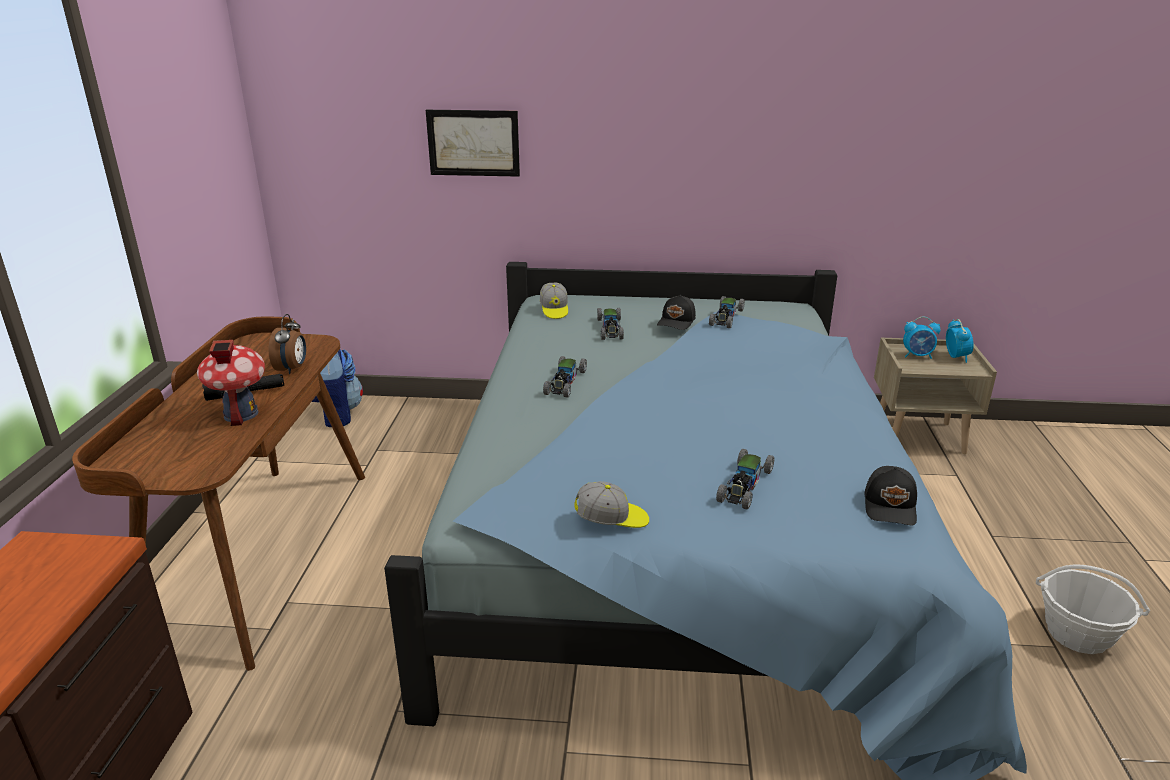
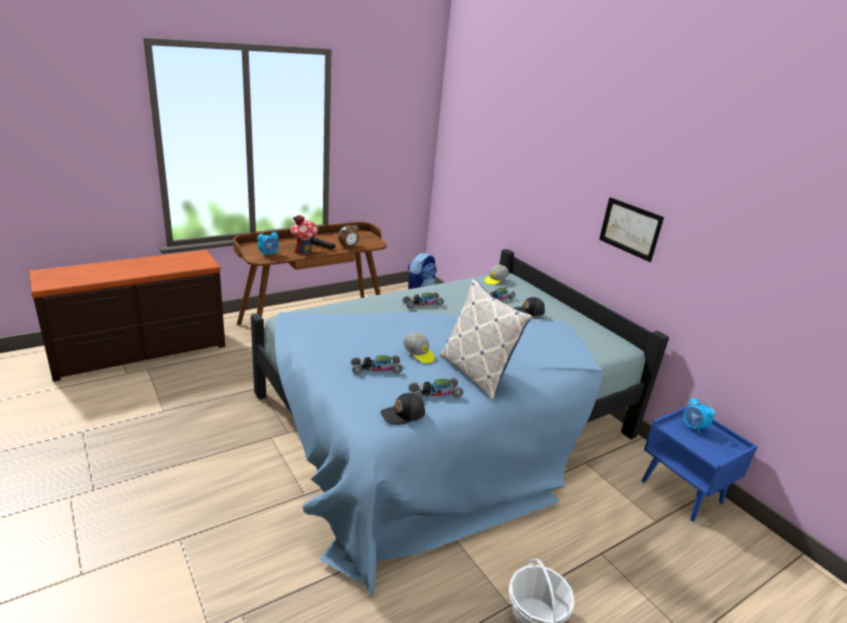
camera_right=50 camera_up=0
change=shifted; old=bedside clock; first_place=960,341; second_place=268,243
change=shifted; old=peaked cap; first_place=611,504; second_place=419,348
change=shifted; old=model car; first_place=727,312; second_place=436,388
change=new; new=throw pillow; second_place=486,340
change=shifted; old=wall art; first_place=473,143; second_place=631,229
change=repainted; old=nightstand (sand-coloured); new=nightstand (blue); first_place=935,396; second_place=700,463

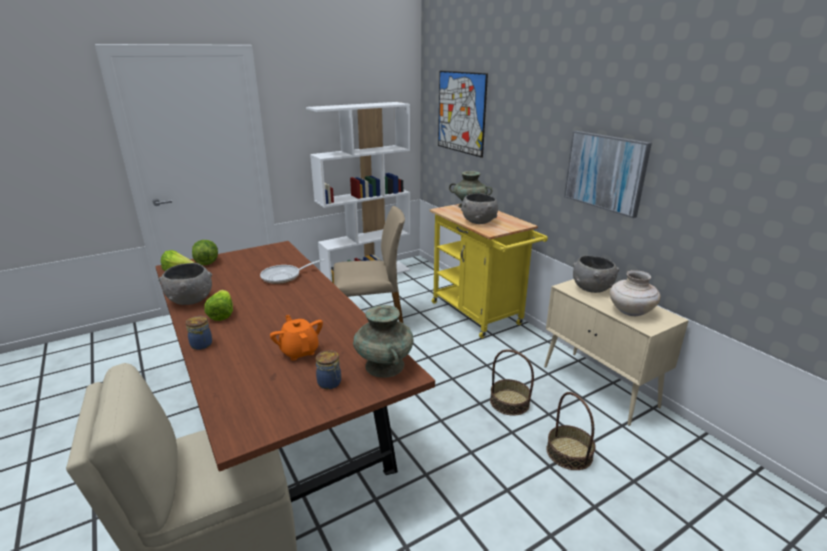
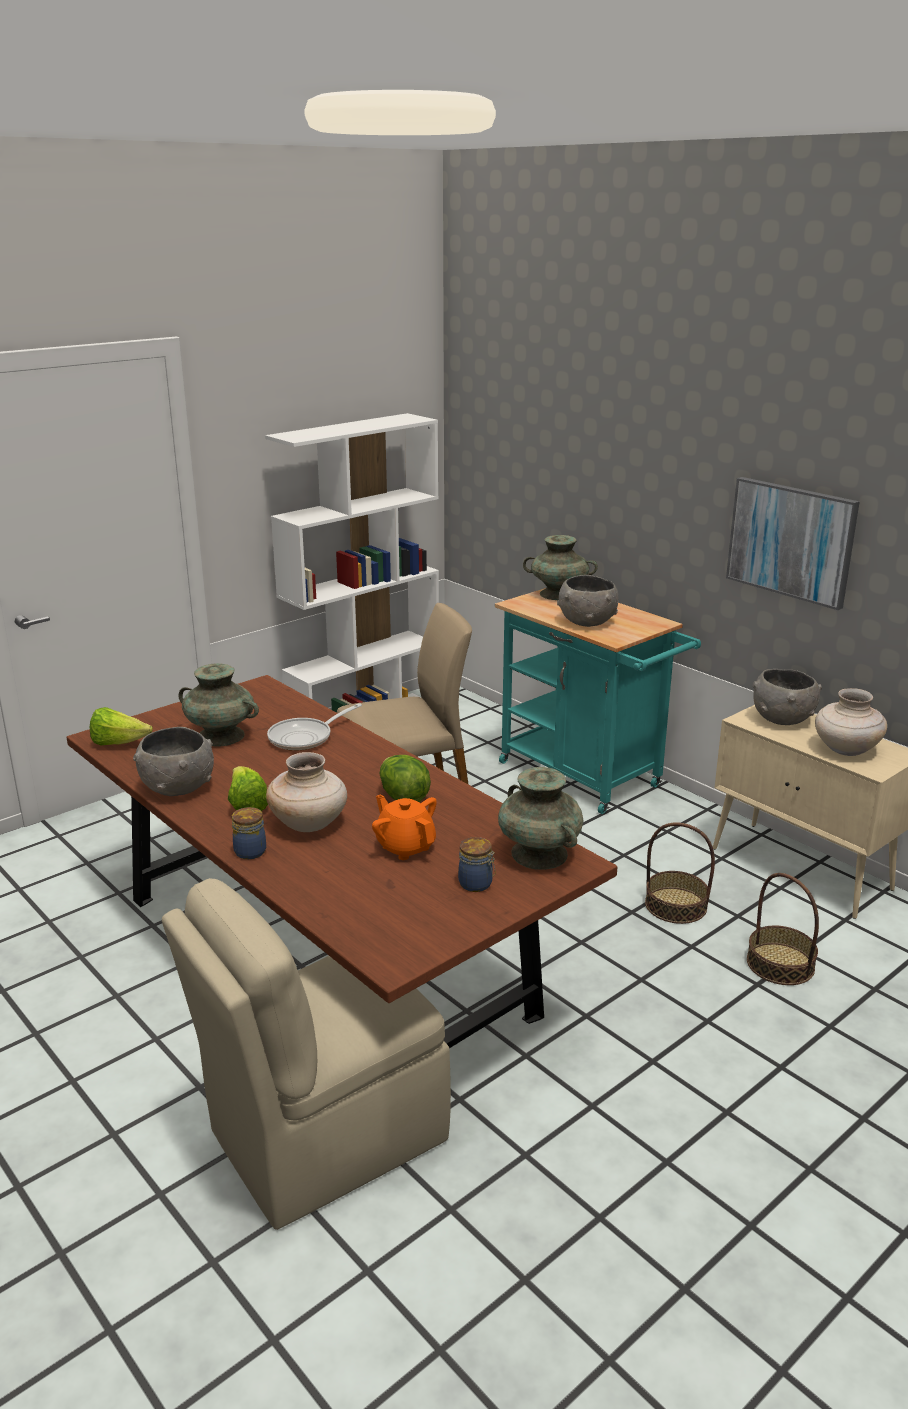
camera_right=-10 camera_up=0
change=new; new=vase (turquoise); second_place=219,704
change=new; new=vase (sand-coloured); second_place=306,792
change=shifted; old=head of lettuce; first_place=205,252; second_place=405,778
change=repainted; old=wheeled cart (yellowish); new=wheeled cart (turquoise); first_place=489,271; second_place=598,701
change=gone; old=wall art; first_place=463,114

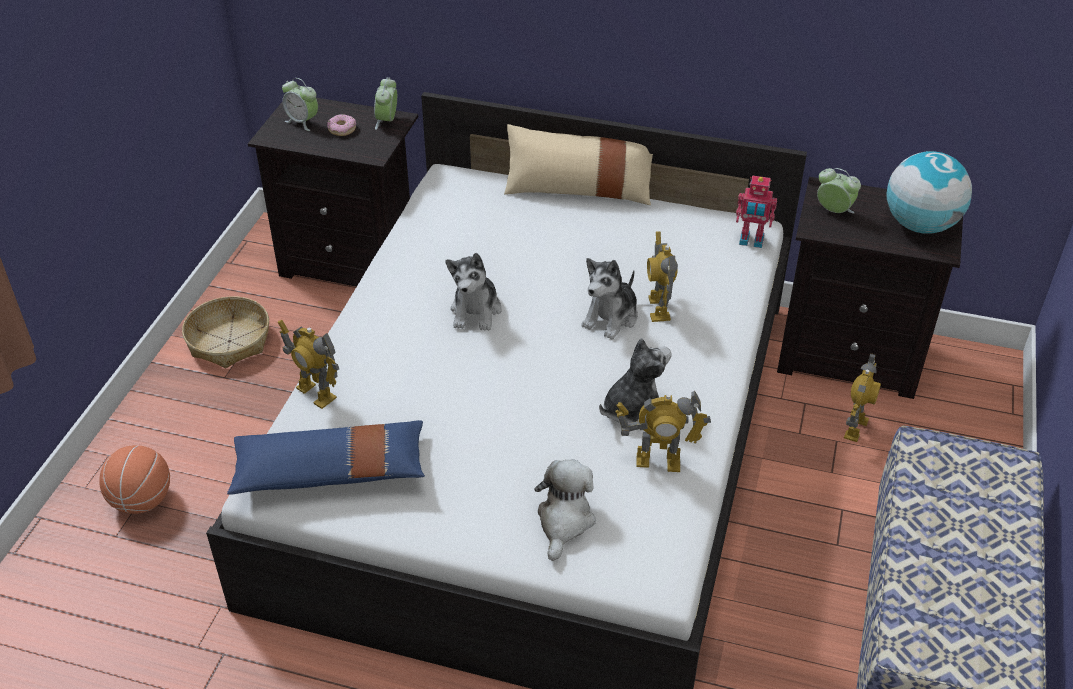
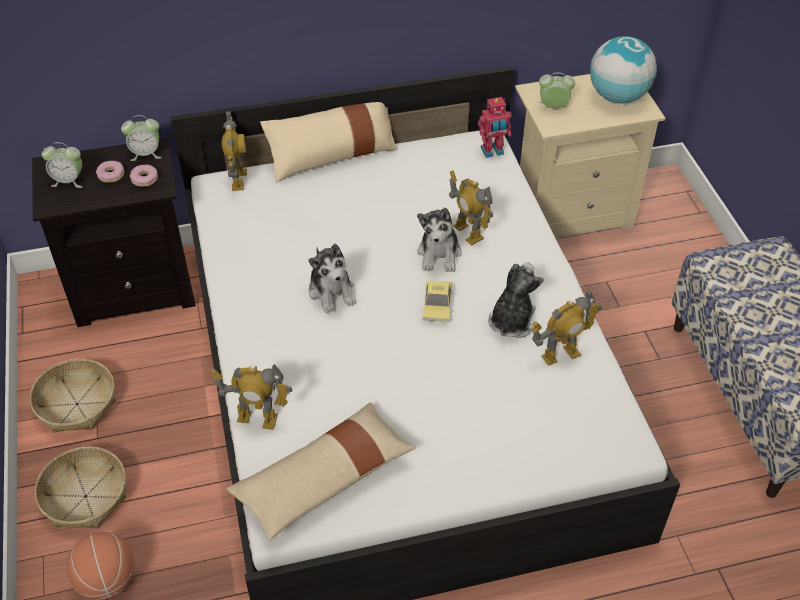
camera_right=-30 camera_up=5
change=new; new=basket; second_place=80,487
change=rotated; old=bedside clock; first_place=385,103; second_place=141,138; degrees=-75
change=new; new=donut; second_place=144,176
change=shifted; old=robot figure; first_place=862,397; second_place=234,151
change=repainted; old=throw pillow (blue); new=throw pillow (sand-coloured); first_place=326,457; second_place=321,472
change=new; new=model car; second_place=437,301
change=repainted; old=nightstand (black); new=nightstand (sand-coloured); first_place=870,288; second_place=590,156
change=gone; old=plush toy; first_place=565,510

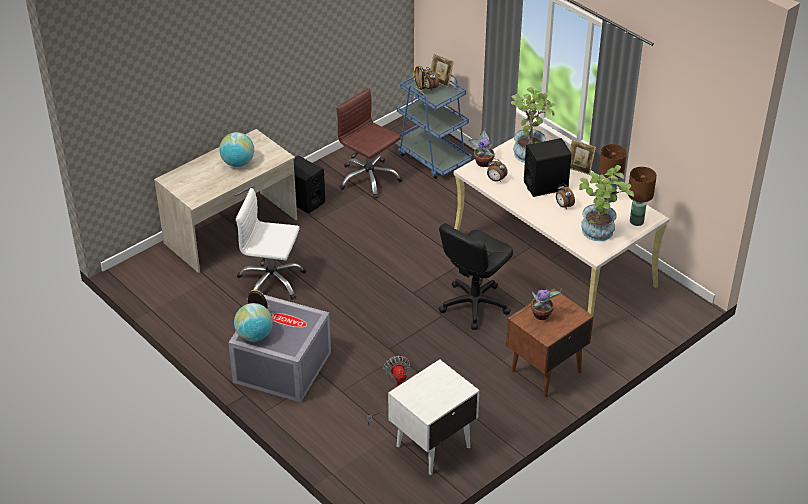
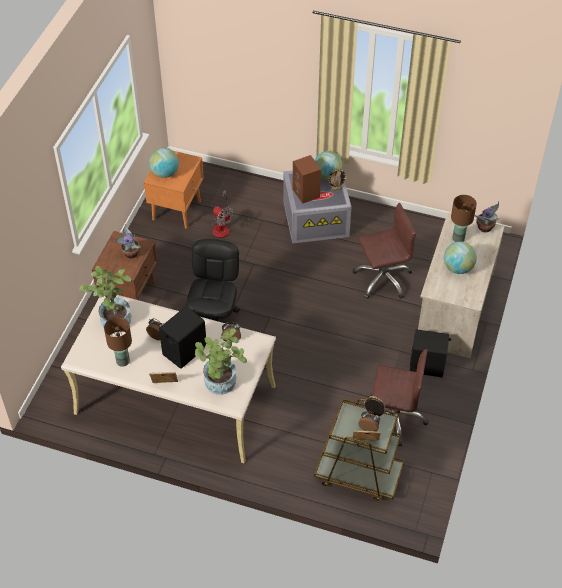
camera_right=150 camera_up=10
change=repainted; old=nightstand (whitish); new=nightstand (orange); first_place=433,417; second_place=174,189
change=new; new=desk globe; second_place=164,163
change=new; new=speaker (brown); second_place=307,179
change=repainted; old=wheeled cart (blue); new=wheeled cart (brown); first_place=433,123; second_place=359,449
change=repainted; old=computer chair (whitish); new=computer chair (brown); first_place=271,244; second_place=384,251
change=shifted; old=table lamp (brown); first_place=642,196; second_place=464,218
change=shifted; old=potted plant; first_place=482,147; second_place=487,217

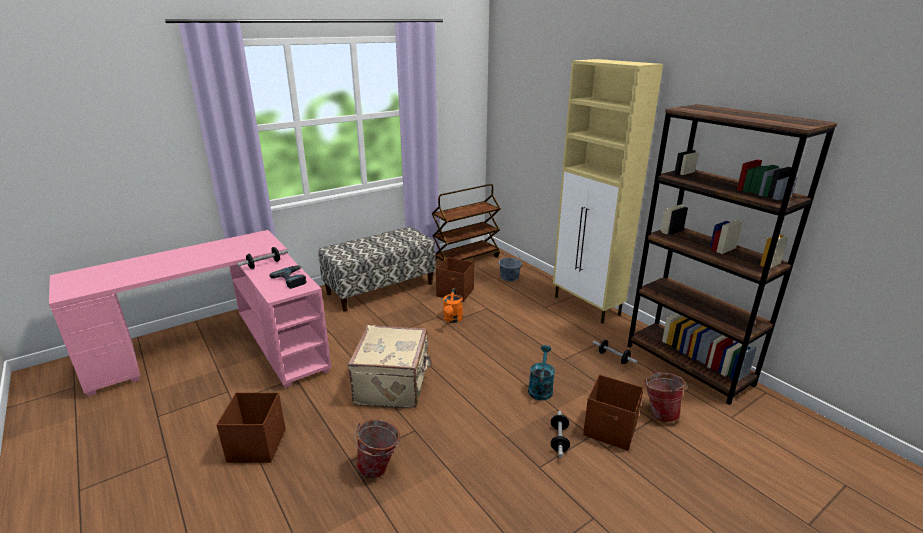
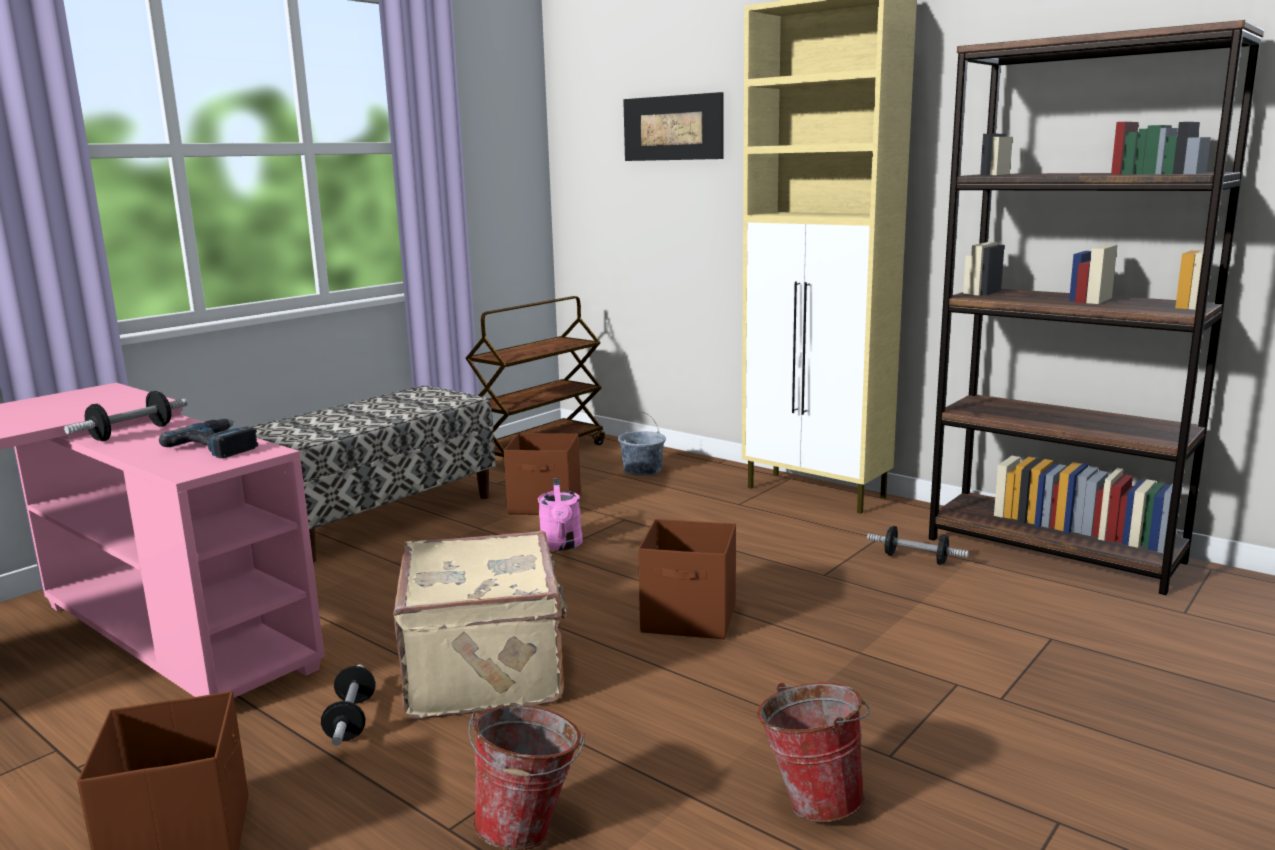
camera_right=-15 camera_up=-10
change=shifted; old=dumbbell; first_place=560,434; second_place=348,705
change=repainted; old=watering can (orange); new=watering can (pink); first_place=453,305; second_place=560,514
change=new; new=wall art; second_place=673,126
change=shifted; old=storage bin (brown); first_place=613,412; second_place=687,579
change=shifted; old=bucket; first_place=666,396; second_place=813,752
change=gone; old=watering can (turquoise); first_place=541,373

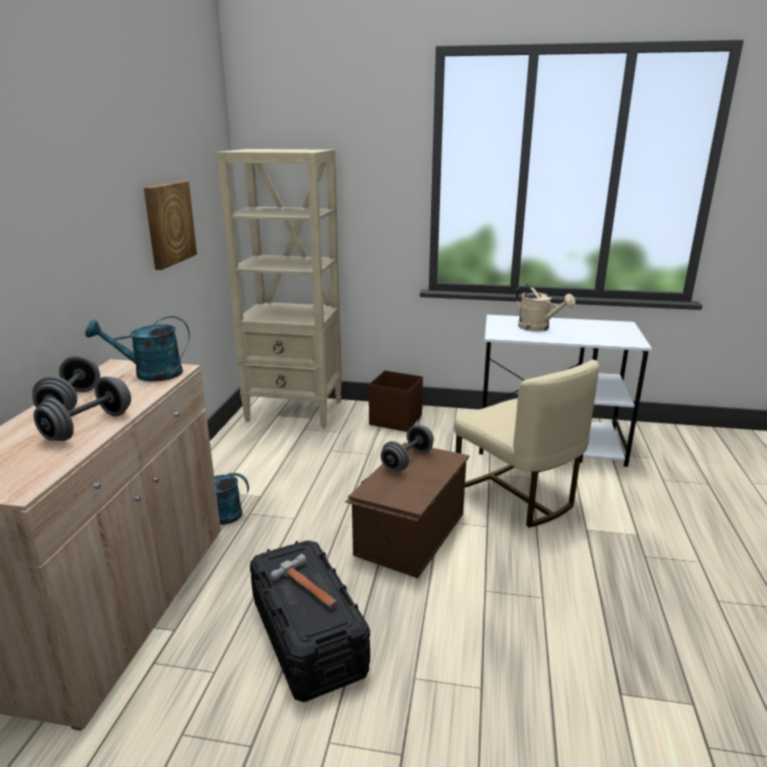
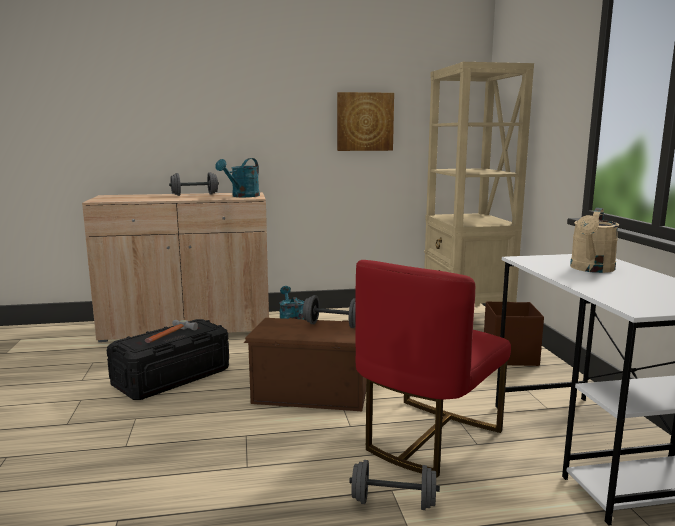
camera_right=70 camera_up=-10
change=rotated; old=watering can (turquoise); first_place=137,349; second_place=237,177; degrees=-120
change=shifted; old=dumbbell (greyish); first_place=82,408; second_place=394,485
change=repainted; old=chair (sand-coloured); new=chair (reddish); first_place=526,444; second_place=433,369

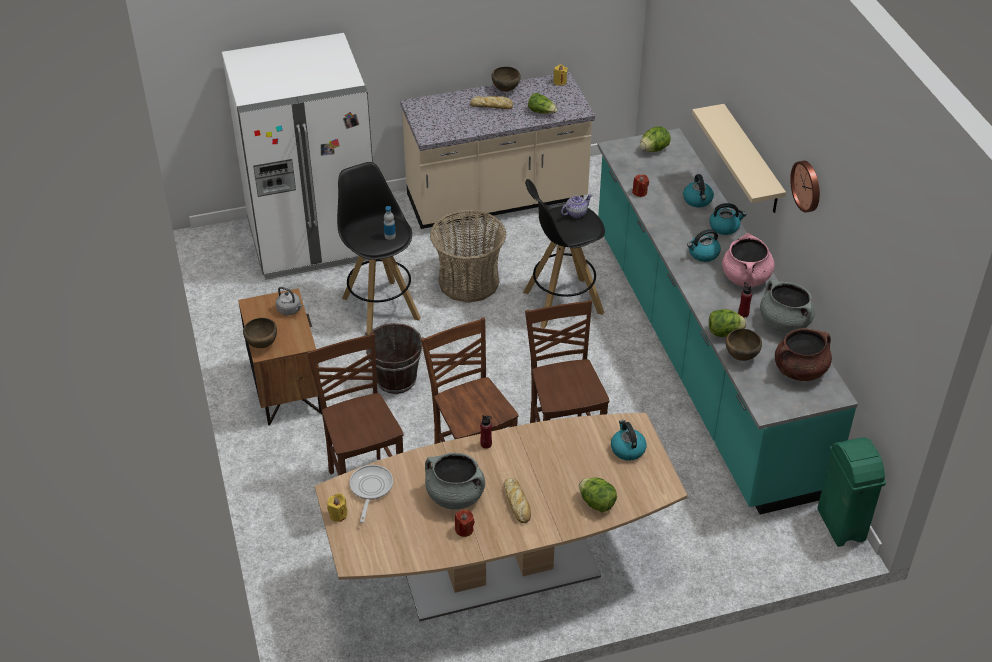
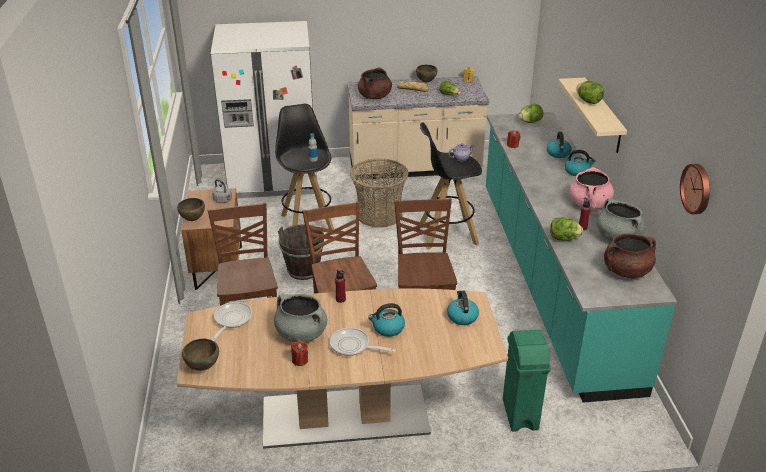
camera_right=10 camera_up=-10
change=shifted; old=deep dish (brown); first_place=743,345; second_place=200,355
change=swapped; old=baked bread; new=frying pan; first_place=517,500; second_place=363,342
change=new; new=cooking pot (brown); second_place=375,83
change=shifted; old=tea kettle; first_place=704,245; second_place=386,320
change=shifted; old=waste bin (green-coloured); first_place=852,492; second_place=527,381
change=shifted; old=head of lettuce; first_place=598,494; second_place=590,92
change=shifted; old=clock on the wall; first_place=805,187; second_place=695,189
change=gone; old=candle (yellowish); first_place=337,507

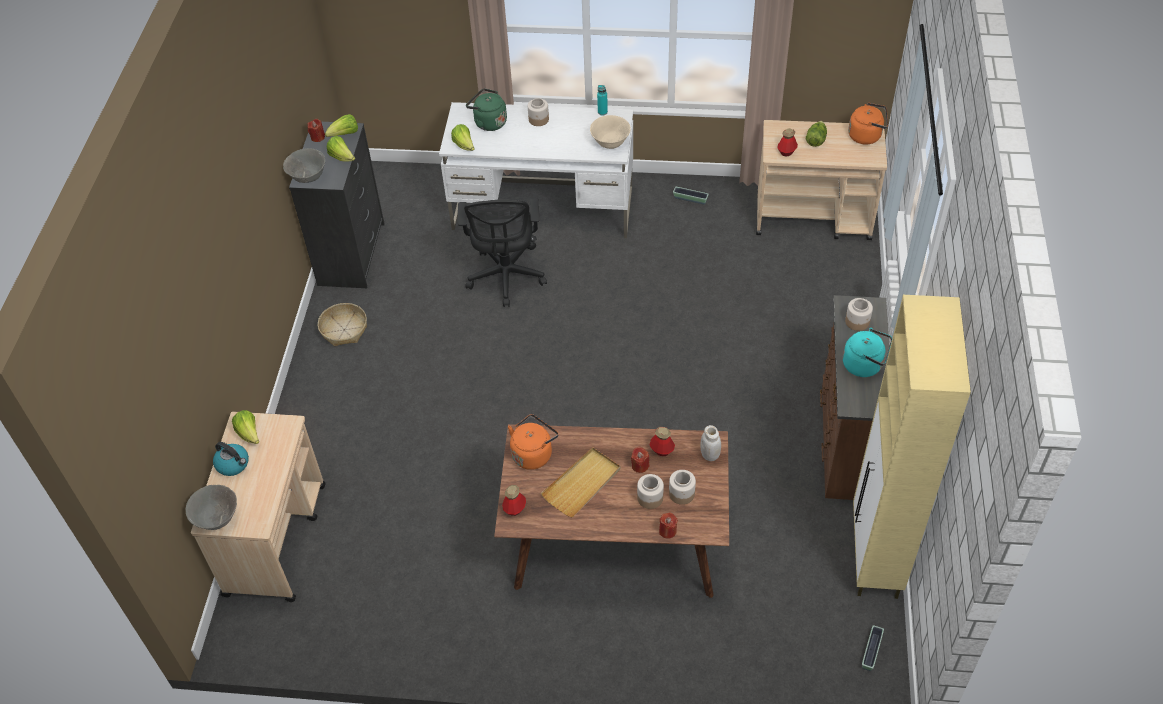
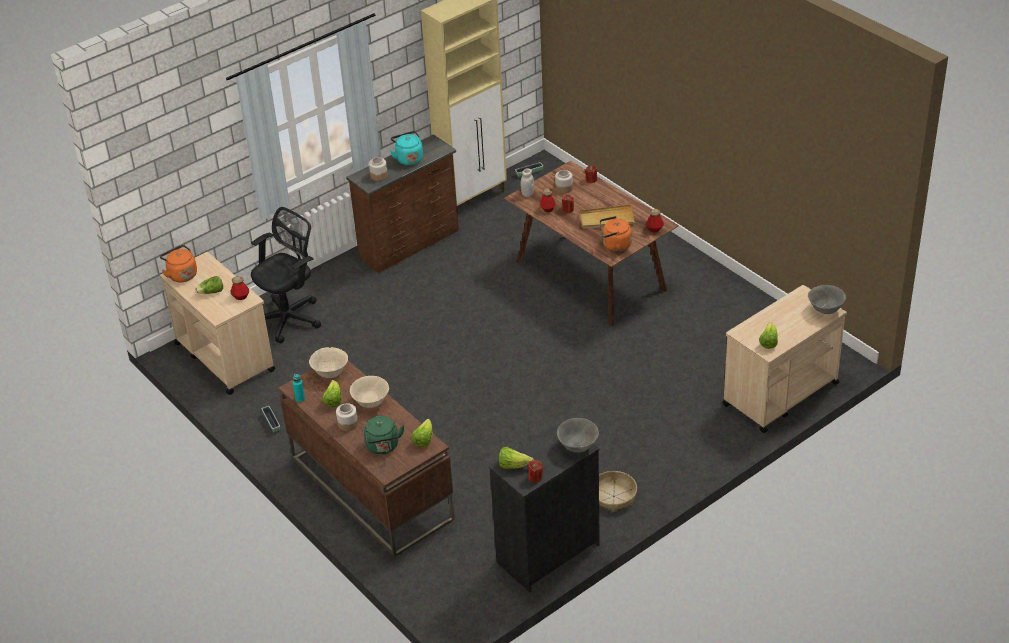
camera_right=-135 camera_up=-10
change=shifted; old=computer chair (black); first_place=502,252; second_place=286,275
change=repainted; old=desk unit (whitish); new=desk unit (brown); first_place=536,170; second_place=366,458
change=shifted; old=head of lettuce; first_place=341,148; second_place=332,393
change=new; new=deep dish (sand-coloured); second_place=369,392
change=gone; old=tea kettle; first_place=231,459
change=gone; old=jar; first_place=650,491

